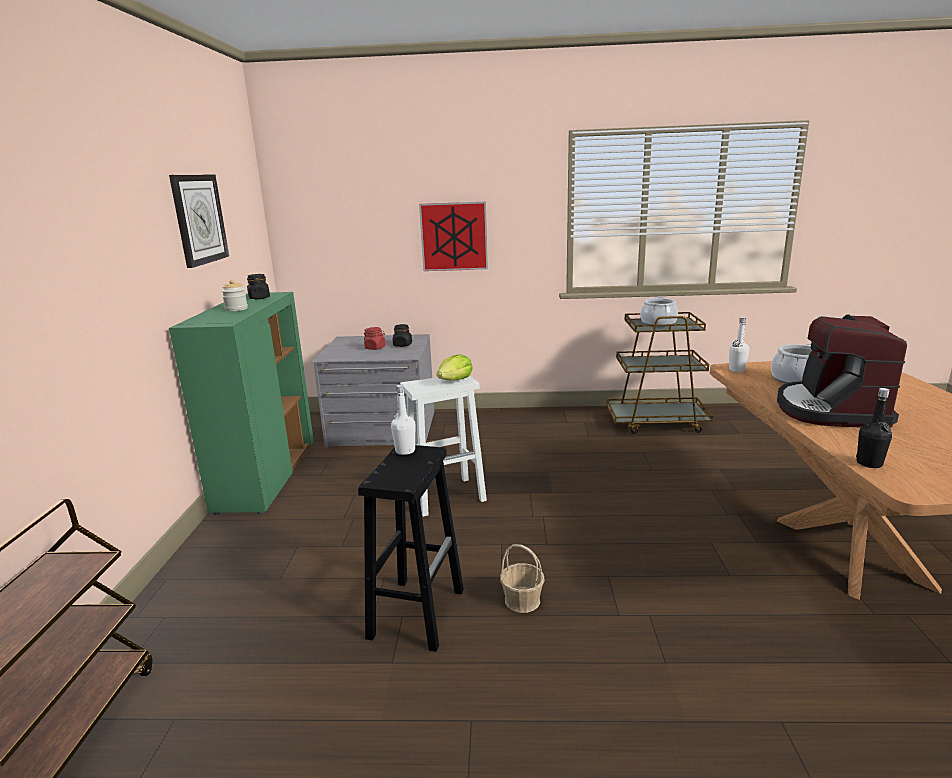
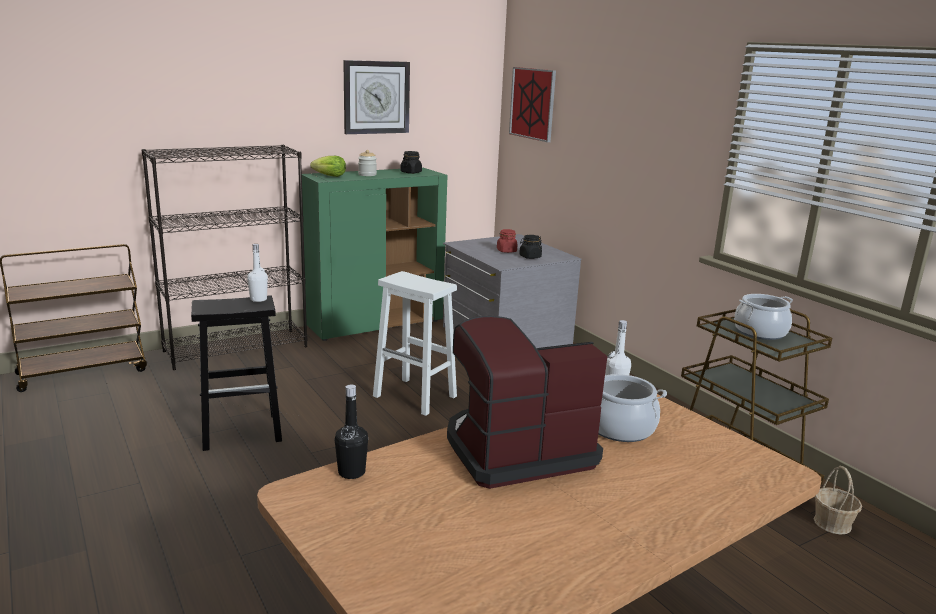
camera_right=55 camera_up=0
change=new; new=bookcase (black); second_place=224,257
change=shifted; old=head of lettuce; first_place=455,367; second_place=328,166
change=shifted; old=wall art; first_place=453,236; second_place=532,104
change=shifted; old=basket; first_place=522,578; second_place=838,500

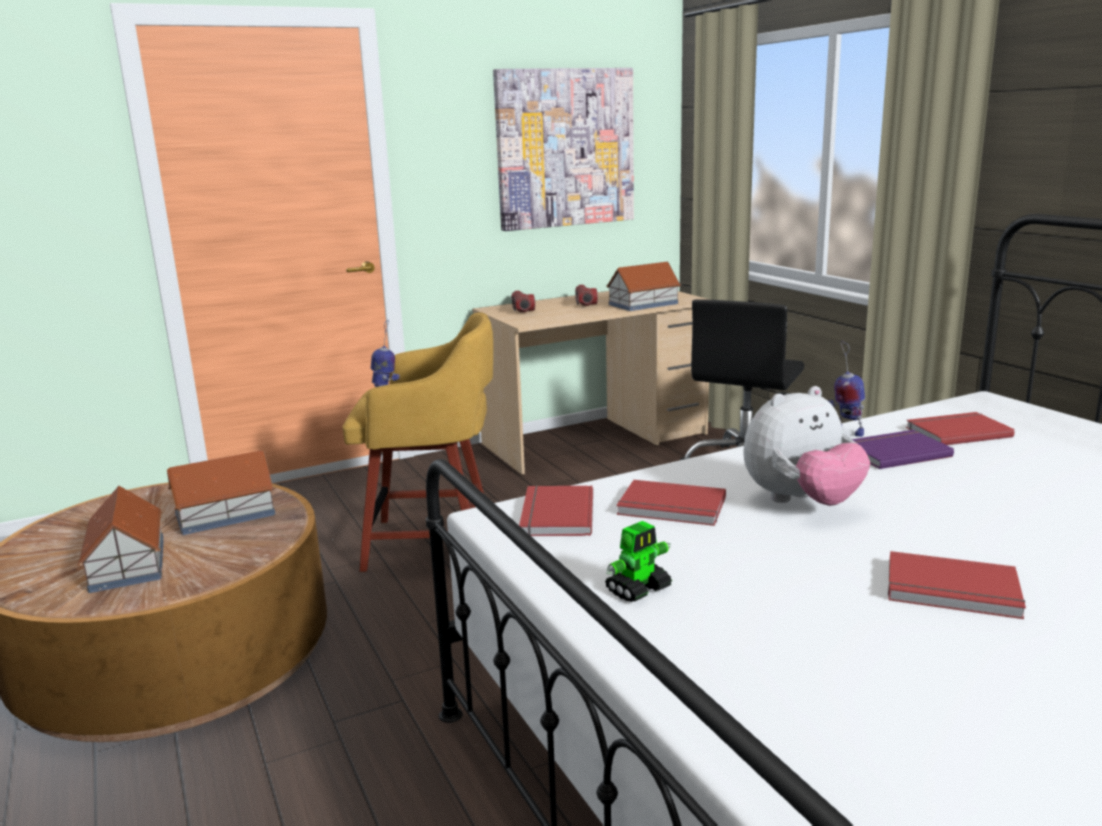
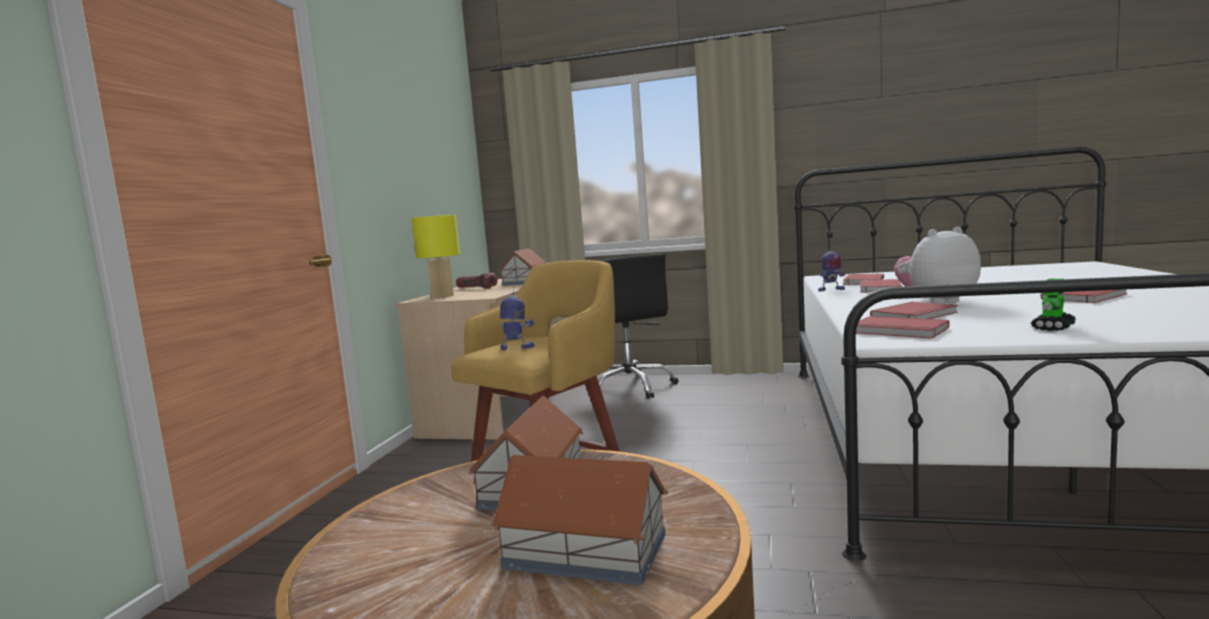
camera_right=-50 camera_up=-10
change=swapped; old=torch; new=table lamp (yellowish); first_place=523,301; second_place=435,256
change=repainted; old=volume (purple-coloured); new=volume (reddish); first_place=903,449; second_place=881,285
change=rotated; old=plush toy; first_place=806,446; second_place=937,265; degrees=-120
change=rotated; old=robot figure; first_place=638,561; second_place=1053,305; degrees=45
change=gone; old=wall art; first_place=563,149

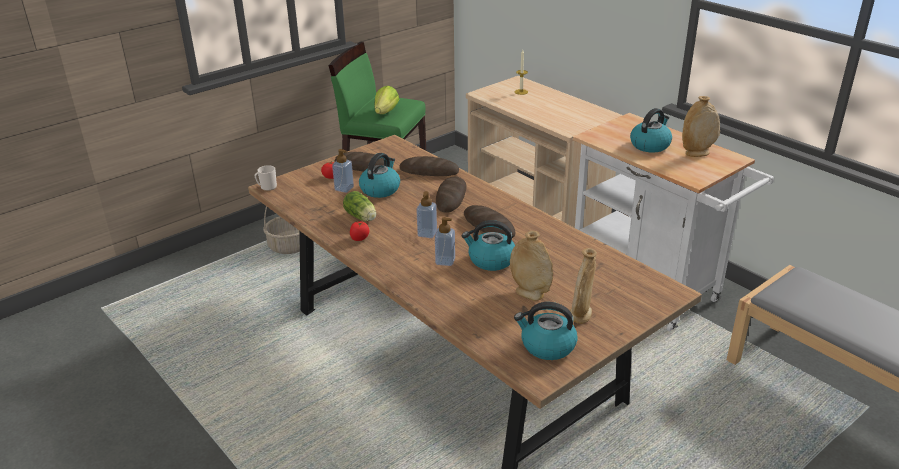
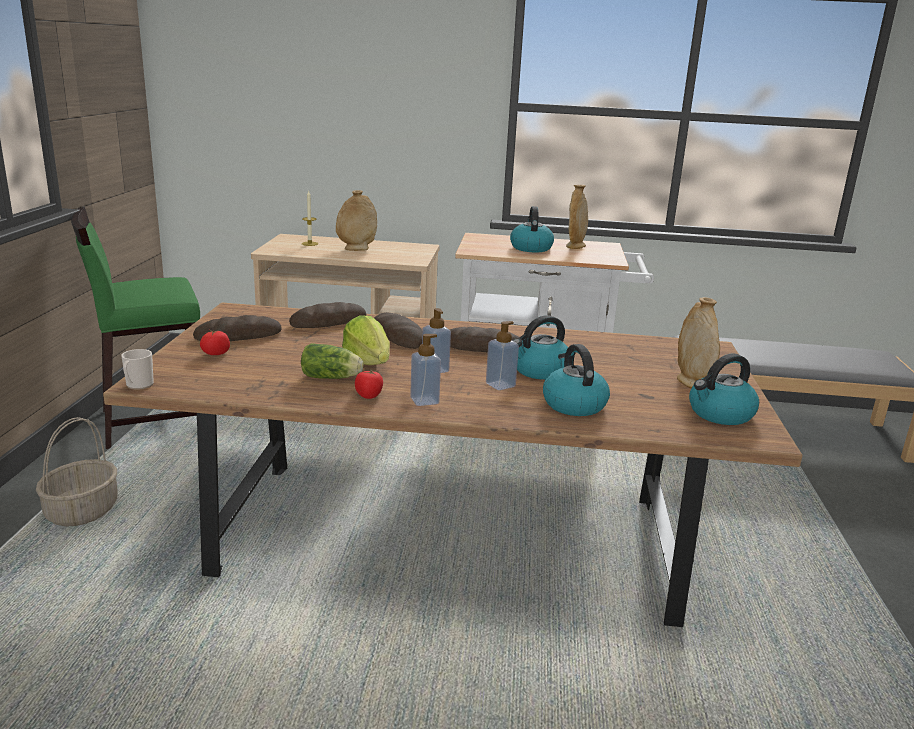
camera_right=-45 camera_up=-10
change=shifted; old=vase (sand-coloured); first_place=531,266; second_place=356,220
change=shifted; old=head of lettuce; first_place=386,100; second_place=366,340
change=shifted; old=liquid soap bottle; first_place=343,171; second_place=425,370
change=shifted; old=tea kettle; first_place=379,175; second_place=576,380

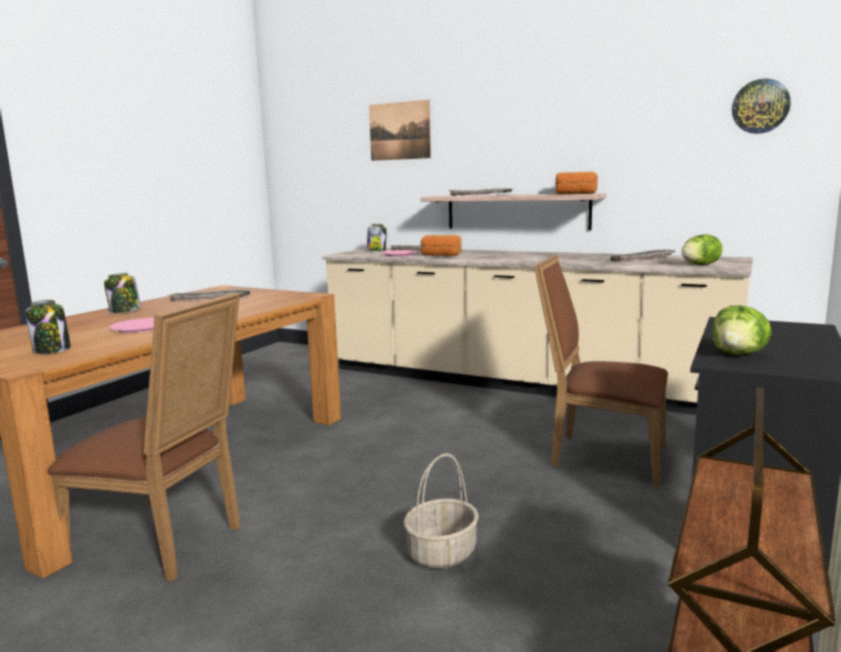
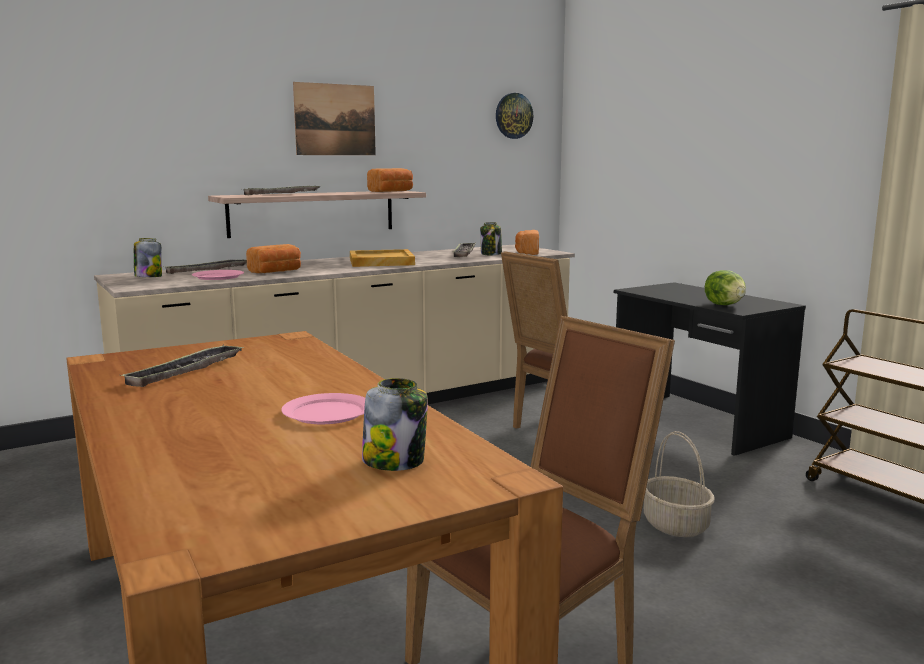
camera_right=-60 camera_up=0
change=shifted; old=wall art; first_place=400,130; second_place=334,118
change=new; new=tray (sand-coloured); second_place=382,258
change=shifted; old=jar; first_place=122,293; second_place=491,238
change=swapped; old=head of lettuce; new=baked bread; first_place=701,249; second_place=527,242

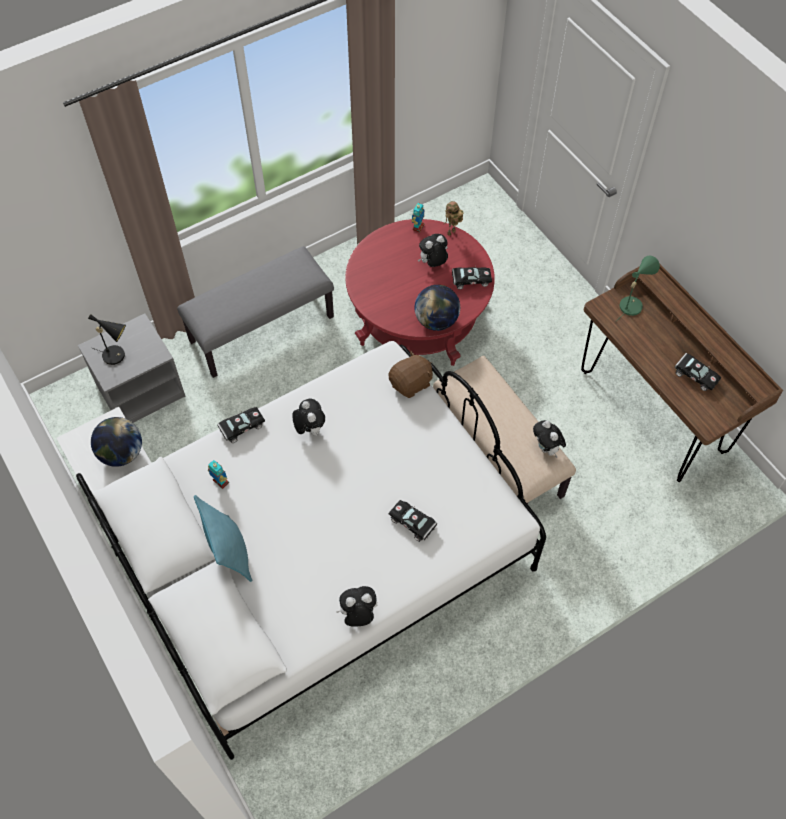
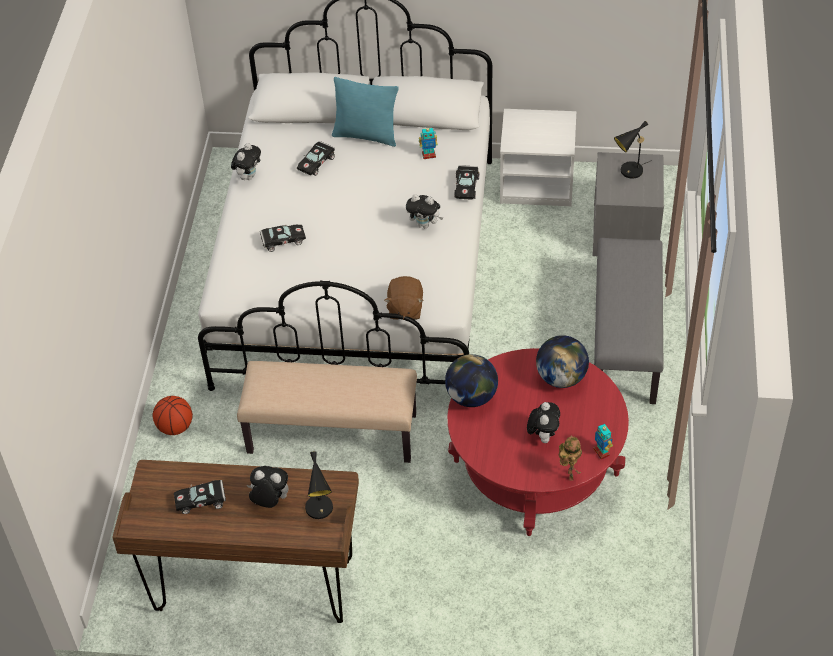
camera_right=130 camera_up=-10
change=new; new=basketball ball; second_place=173,415
change=shifted; old=plush toy; first_place=549,439; second_place=267,487
change=shifted; old=model car (black); first_place=472,278; second_place=316,158
change=repainted; old=table lamp (green-coloured); new=table lamp (black); first_place=638,288; second_place=319,485
change=shifted; old=desk globe; first_place=116,442; second_place=562,361

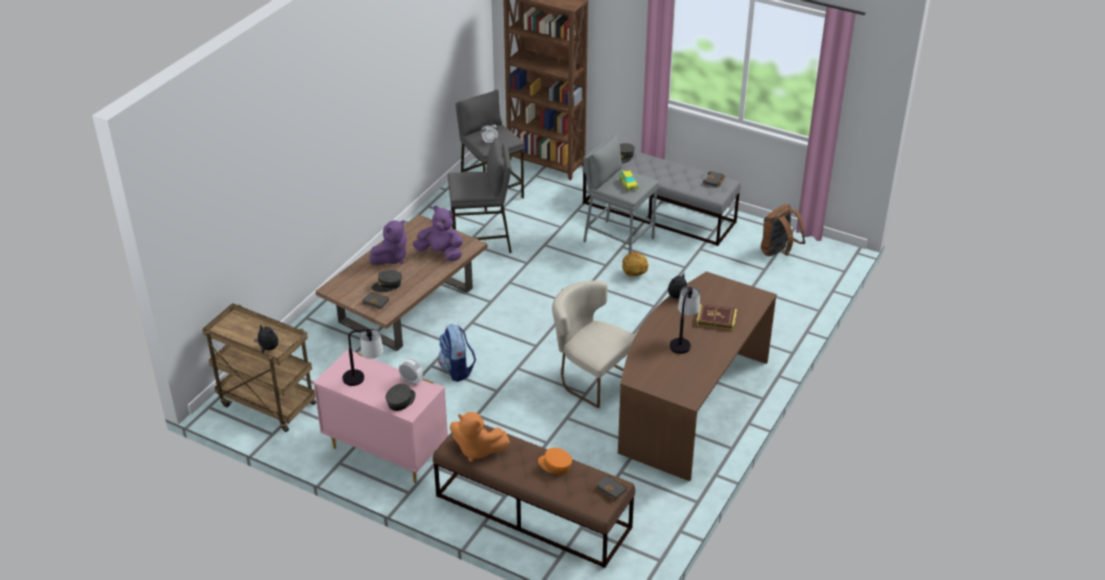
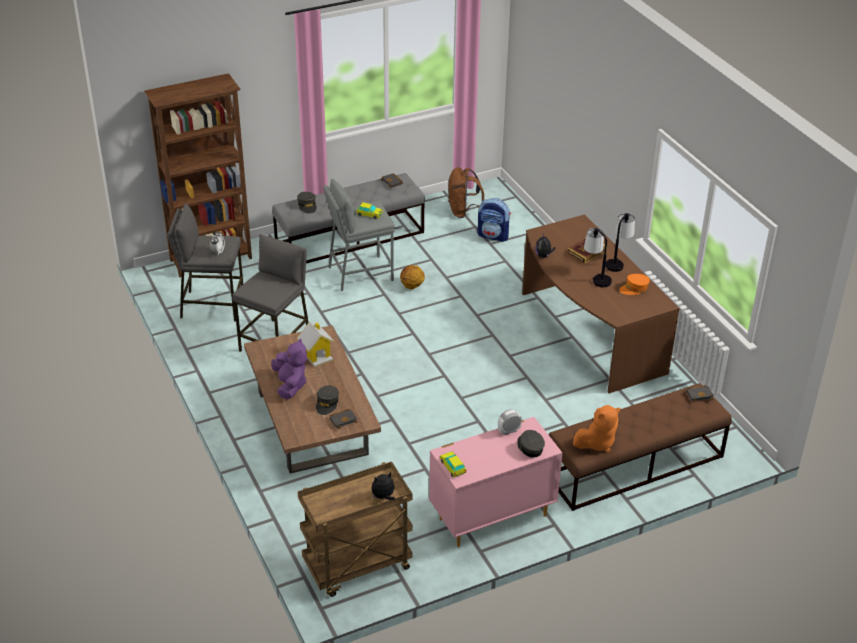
camera_right=-55 camera_up=0
change=swapped; old=plush toy (purple-coloured); new=model house; first_place=438,233; second_place=316,344
change=new; new=model car; second_place=453,464
change=shifted; old=backpack; first_place=457,353; second_place=494,220
change=shifted; old=table lamp; first_place=363,357; second_place=620,242
change=shifted; old=peaked cap (orange); first_place=555,461; second_place=634,284
change=gone; old=chair (sand-coloured); first_place=593,344

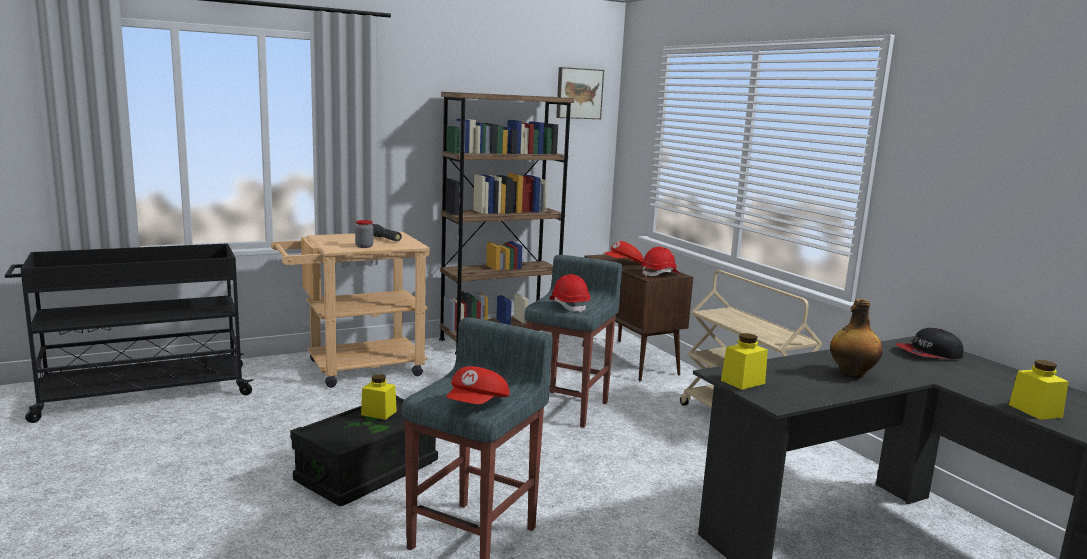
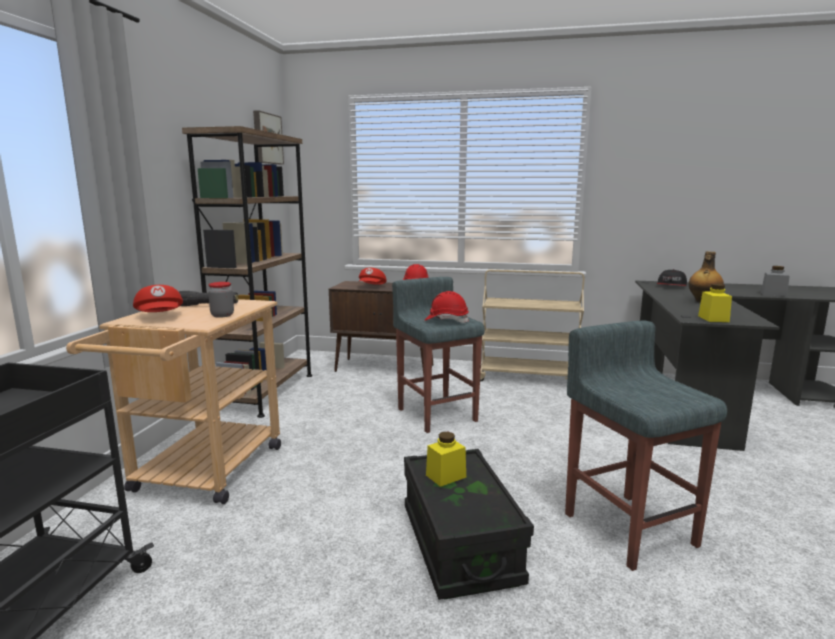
camera_right=-50 camera_up=0
change=shifted; old=peaked cap (reddish); first_place=477,385; second_place=158,298
change=repainted; old=jar (yellowish); new=jar (greyish); first_place=1039,390; second_place=775,281

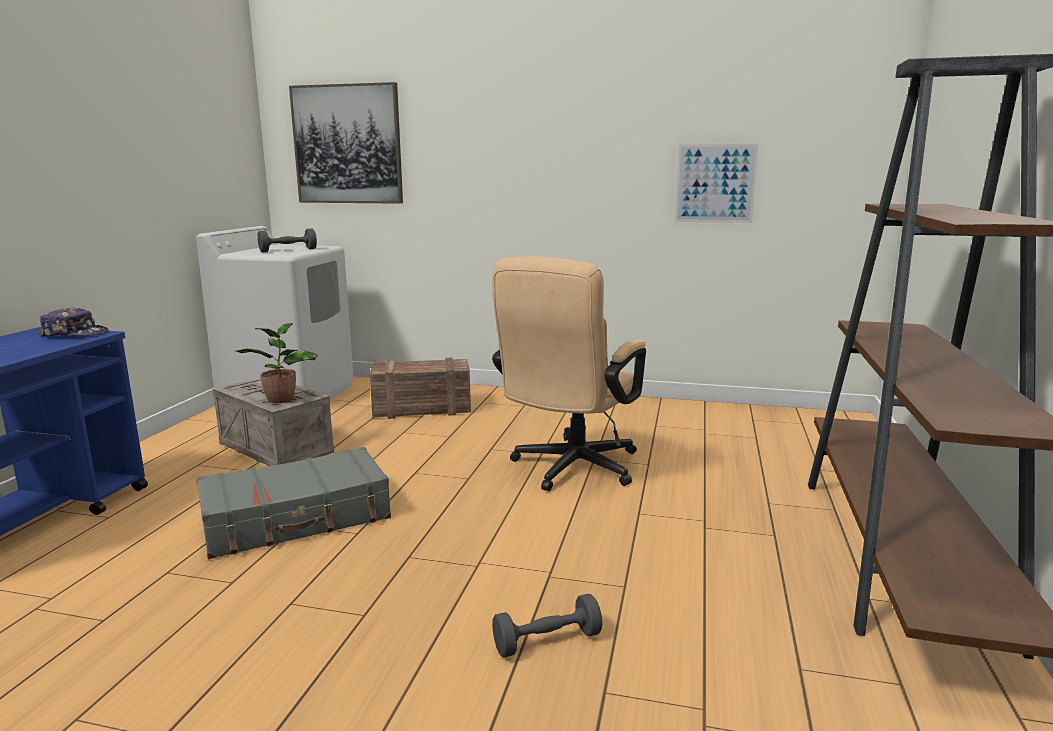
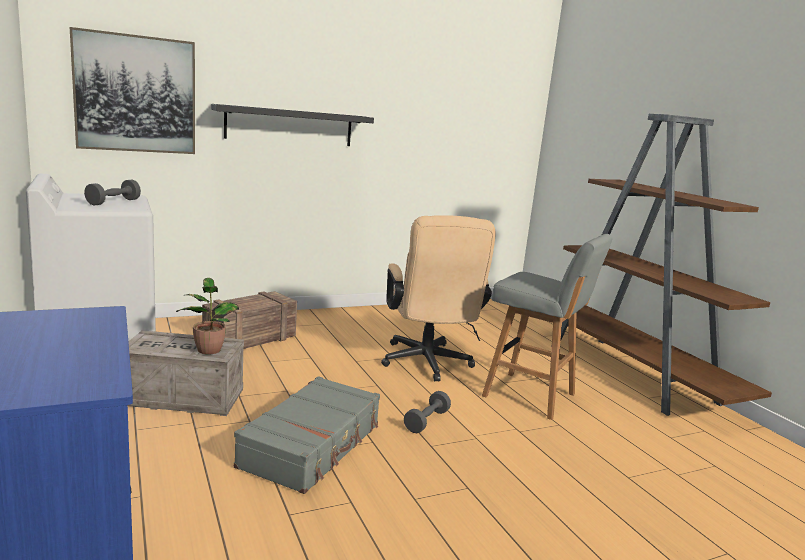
camera_right=-40 camera_up=0
change=new; new=shelf (black); second_place=292,125
change=shifted; old=dumbbell (greyish); first_place=547,625; second_place=427,412
change=new; new=stool (greyish); second_place=547,327
change=gone; old=peaked cap; first_place=73,322
change=gone; old=wall art; first_place=716,183

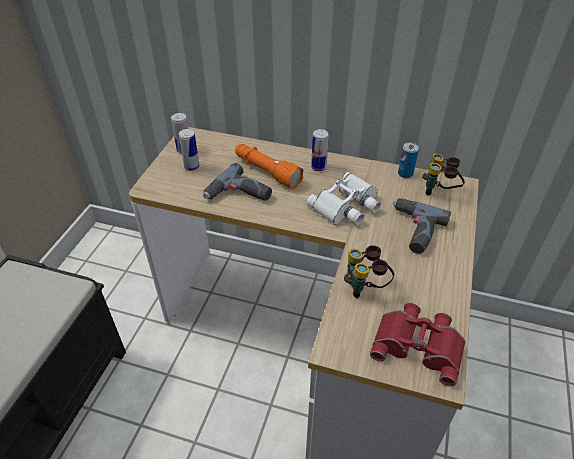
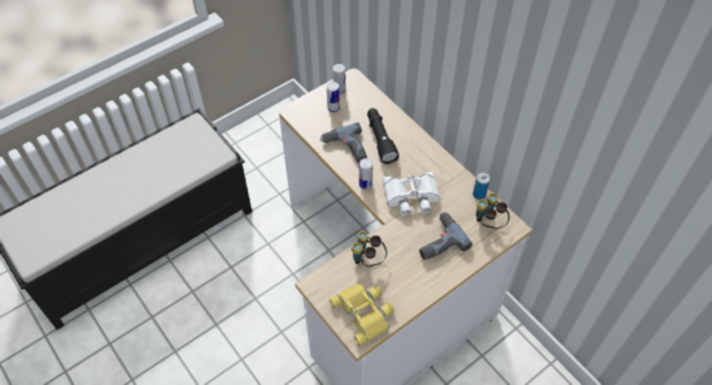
camera_right=35 camera_up=10
change=repainted; old=field glasses (reddish); new=field glasses (yellowish); first_place=417,344; second_place=362,314
change=shifted; old=can; first_place=320,150; second_place=366,174
change=repainted; old=torch (orange); new=torch (black); first_place=269,166; second_place=383,136

